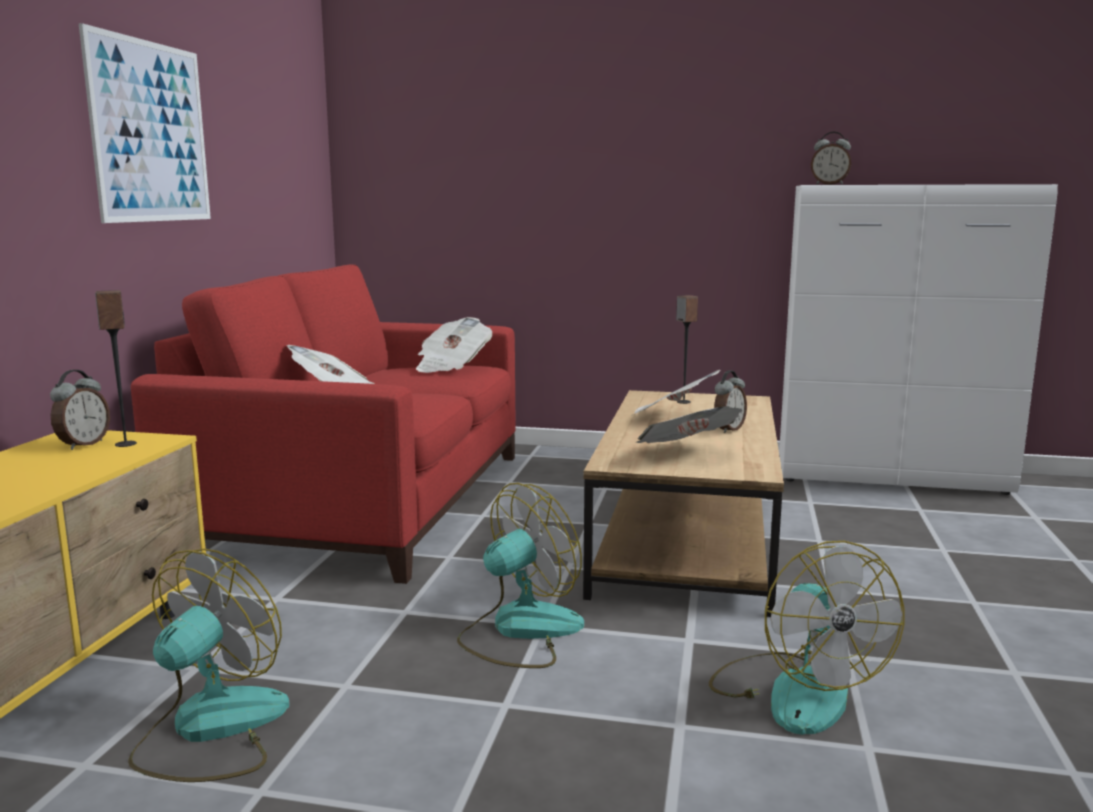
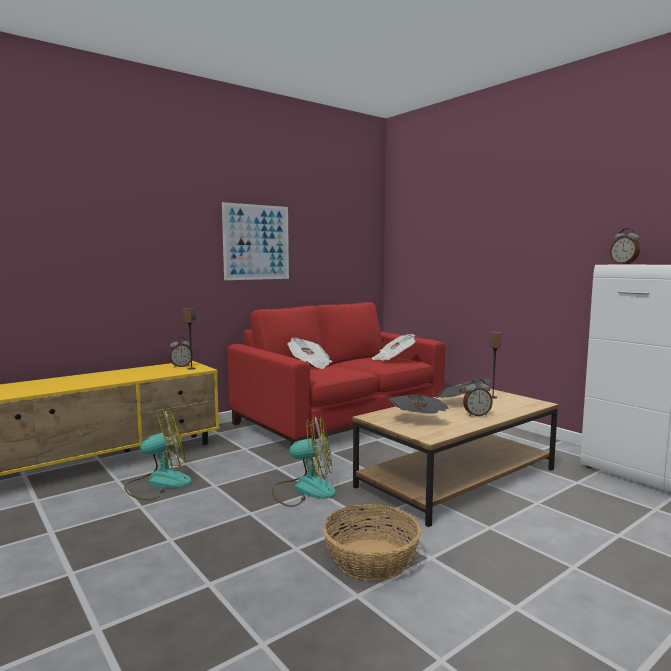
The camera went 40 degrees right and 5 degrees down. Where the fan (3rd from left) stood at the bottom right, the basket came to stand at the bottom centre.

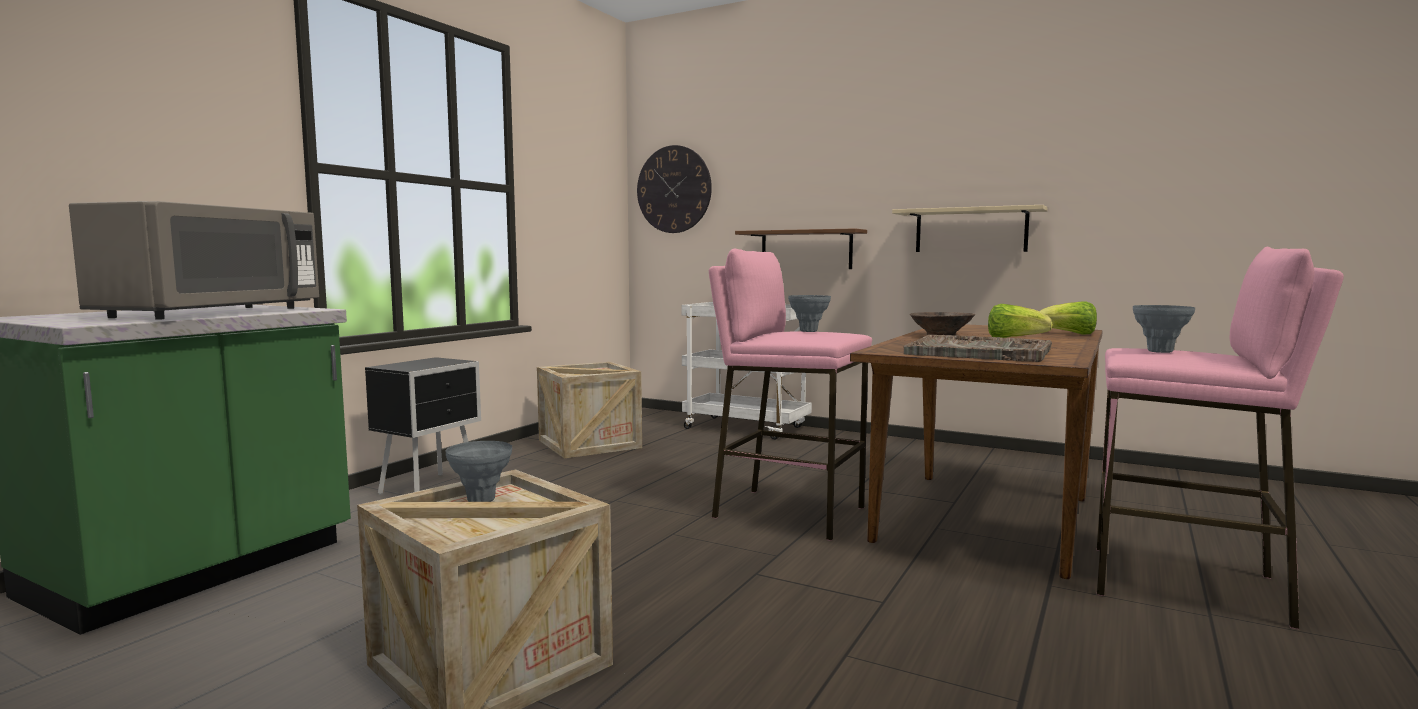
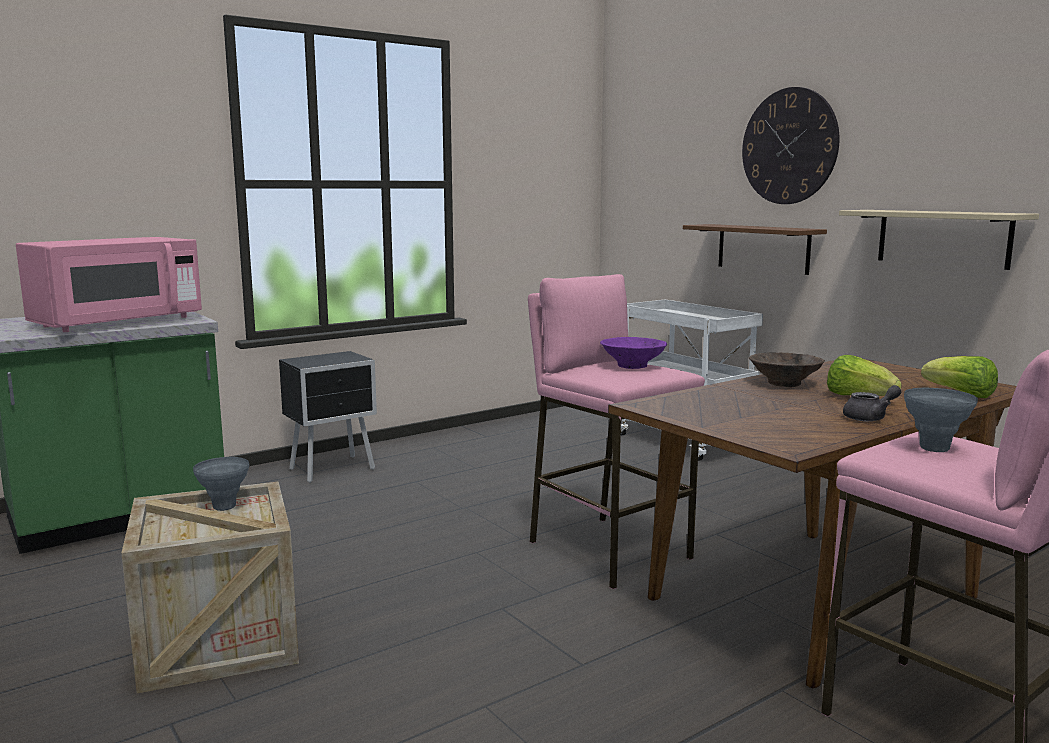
The camera went 25 degrees right and 5 degrees up. What was the microwave/grey at the middle left turned into the microwave/pink at the middle left. Where the vase/grey (2nd from left) stood at the centre, the bowl/purple came to stand at the centre. The wall clock ended up elsewhere, having gone from the top centre to the top right. The second view gained the teapot/grey at the middle right. The second view lost the crate (2nd from left) at the centre. The second view lost the tray/grey at the middle right.

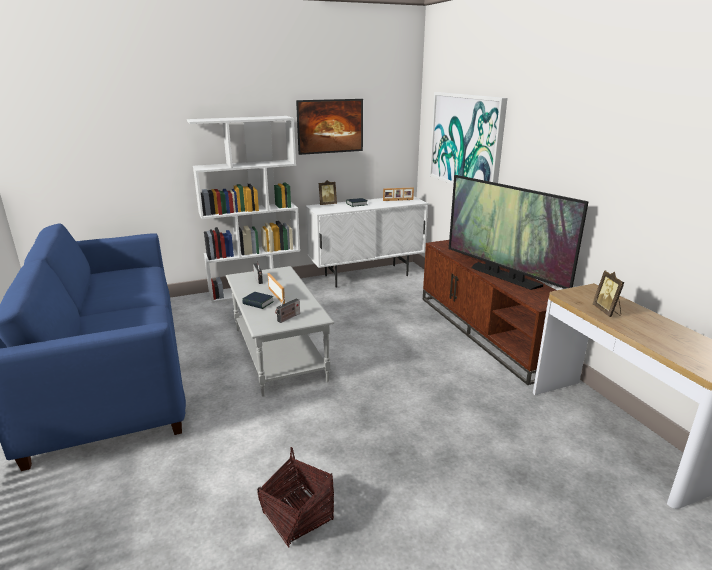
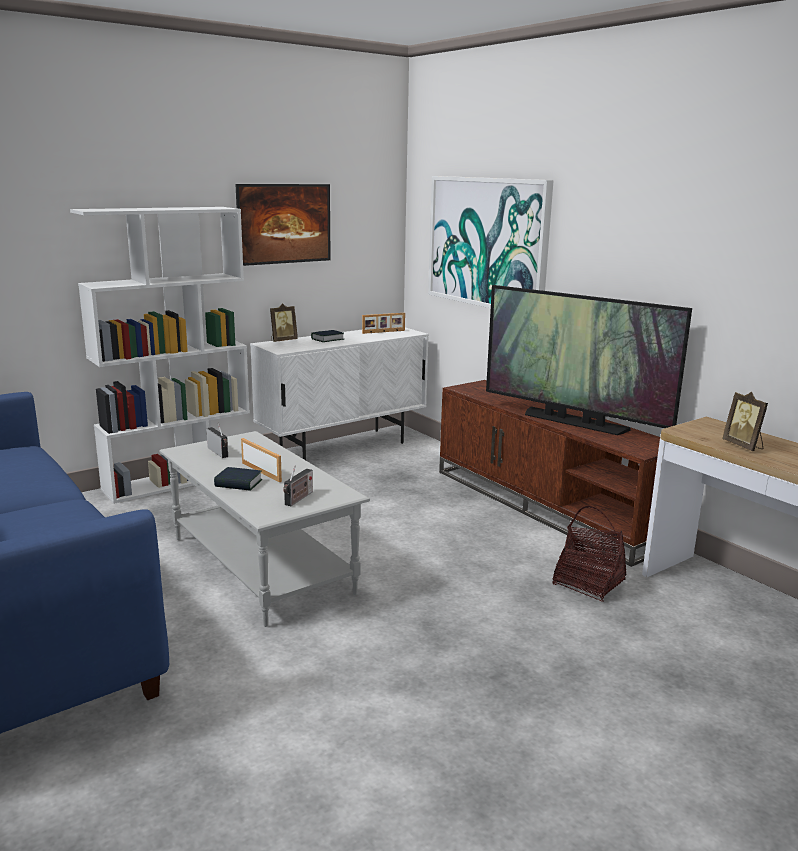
The camera went 15 degrees left and 5 degrees down. The basket ended up elsewhere, having gone from the bottom centre to the middle right.

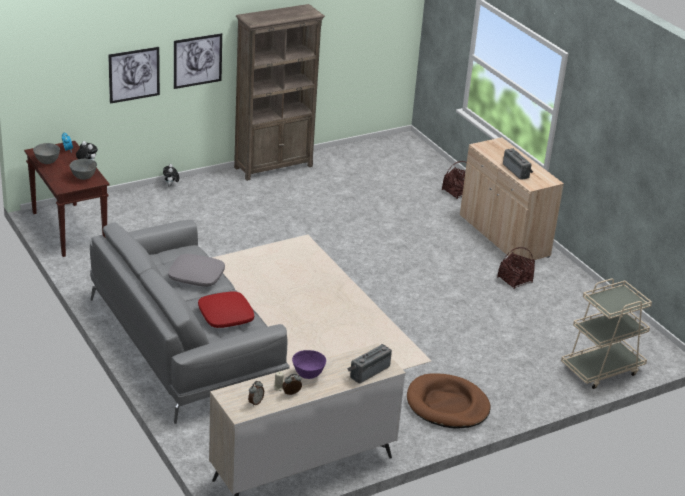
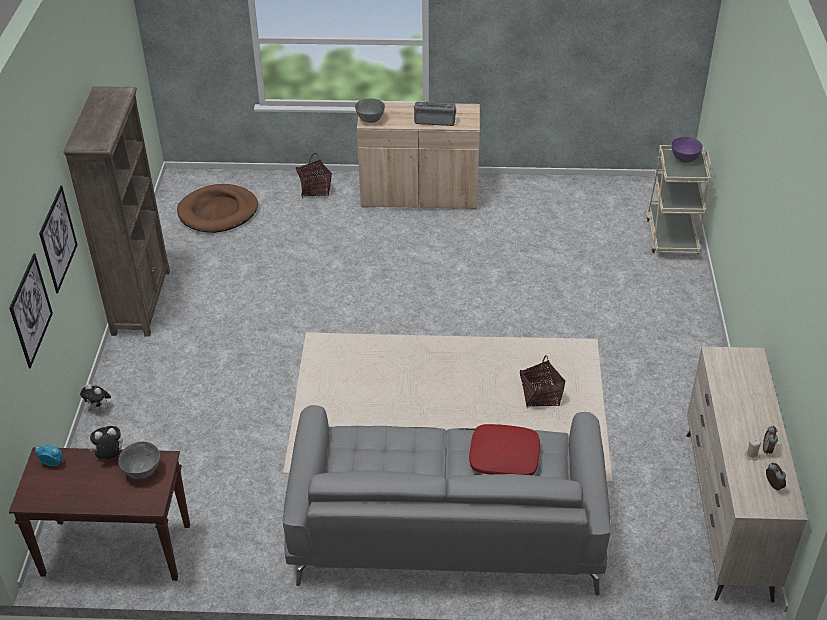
The camera went 55 degrees left and 10 degrees up. The dog bed/brown ended up elsewhere, having gone from the bottom centre to the middle left. The bowl/grey (1st from left in the first image) ended up elsewhere, having gone from the top left to the top centre. The basket (2nd from left) ended up elsewhere, having gone from the middle right to the centre. The bowl/purple ended up elsewhere, having gone from the bottom centre to the top right. The second view lost the pillow/grey at the middle left. The second view lost the radio (1st from left) at the bottom centre.

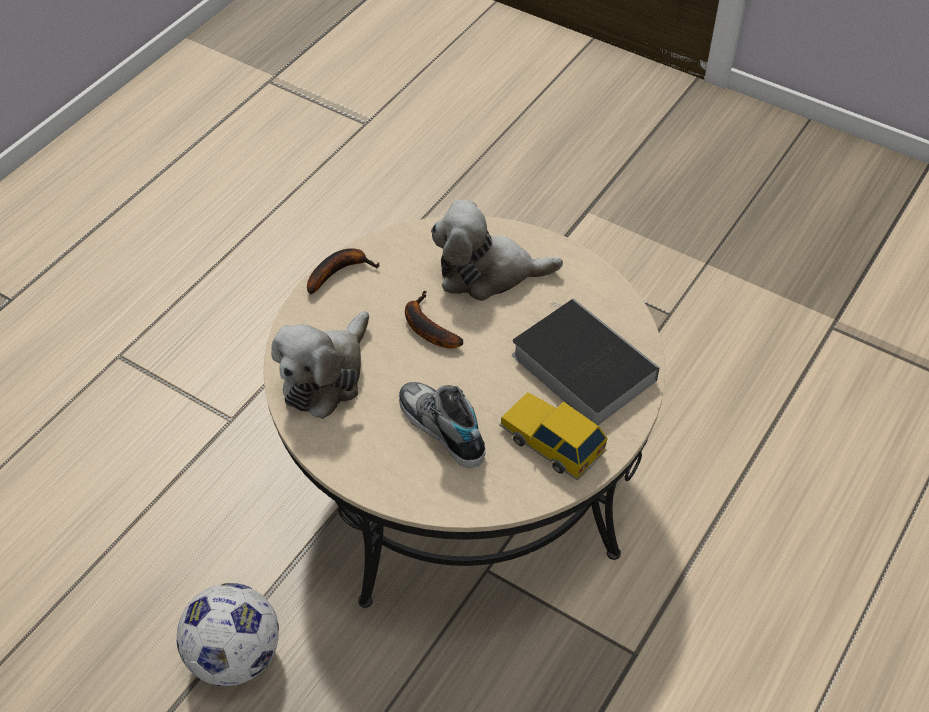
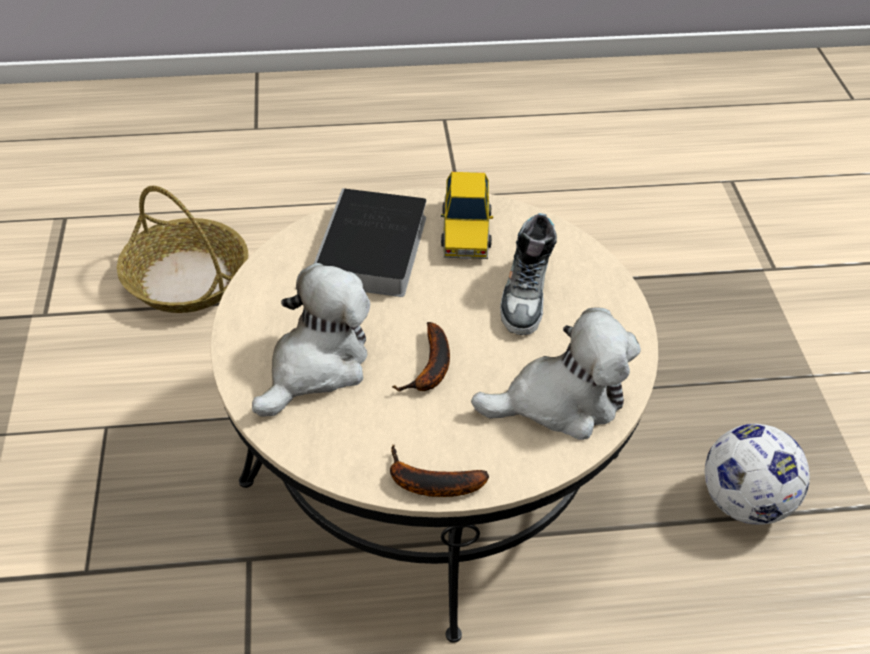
The camera went 130 degrees left and 5 degrees down. The second view gained the basket at the middle left. The plush toy (2nd from left in the first image) at the centre ended up facing another way, 105 degrees counterclockwise from before.

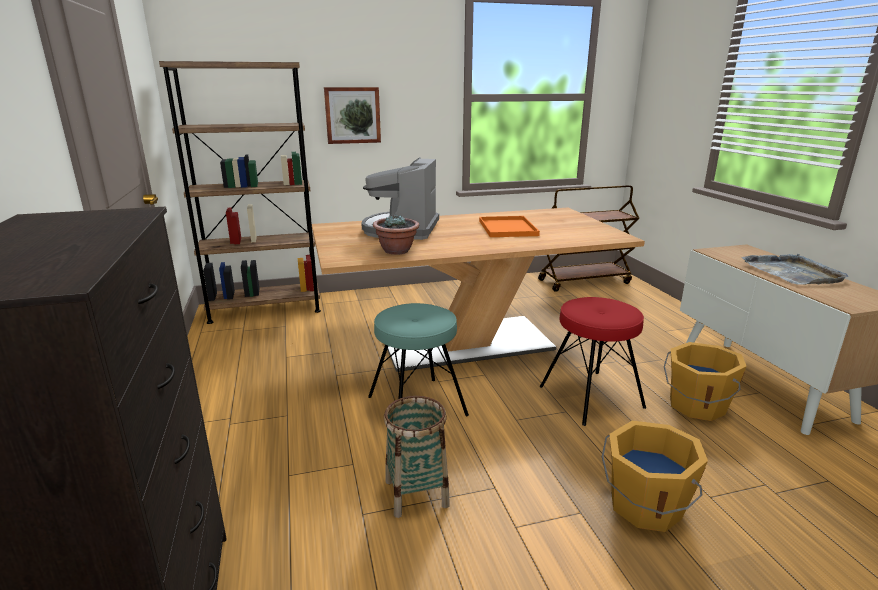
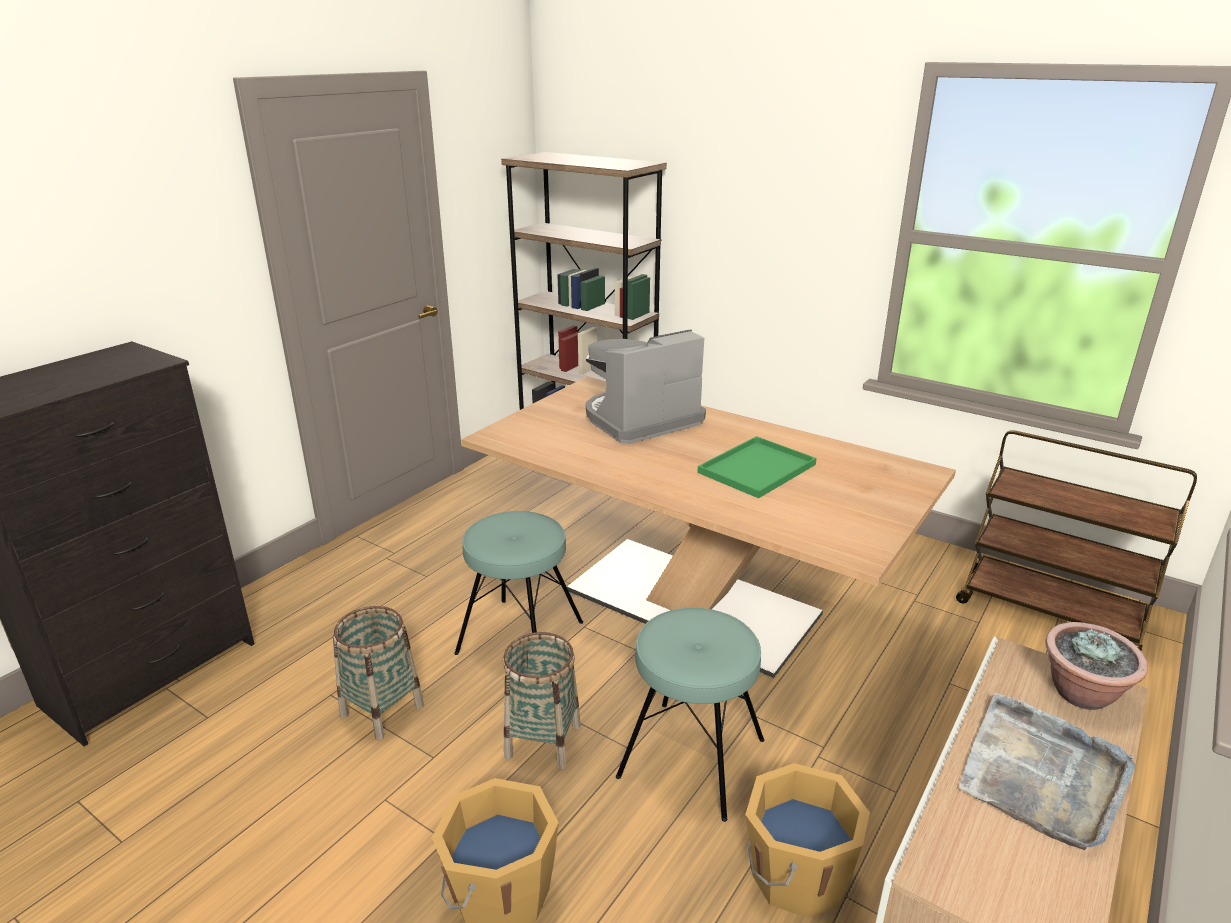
The camera went 50 degrees right and 5 degrees up. The second view gained the basket (2nd from left) at the bottom centre. What was the stool/red at the middle right turned into the stool/turquoise (2nd from left) at the bottom centre. What was the tray/orange at the centre turned into the tray/green at the centre. The potted plant ended up elsewhere, having gone from the centre to the bottom right. The second view lost the picture at the top centre.

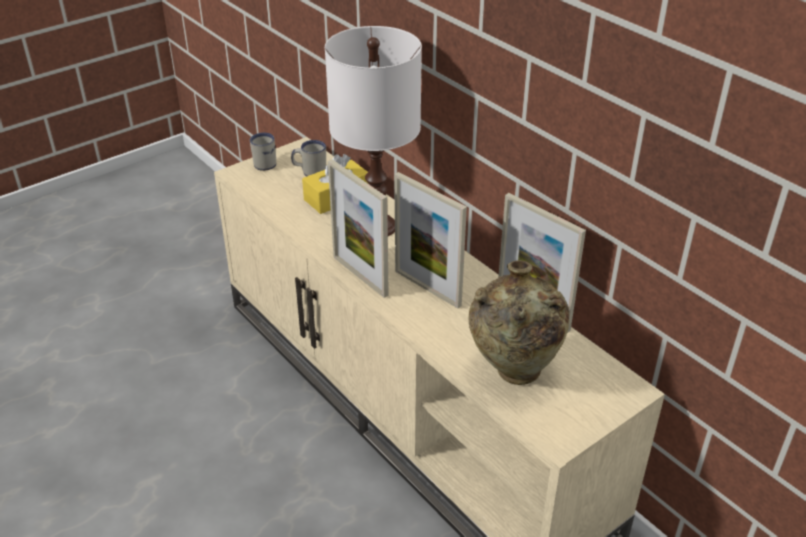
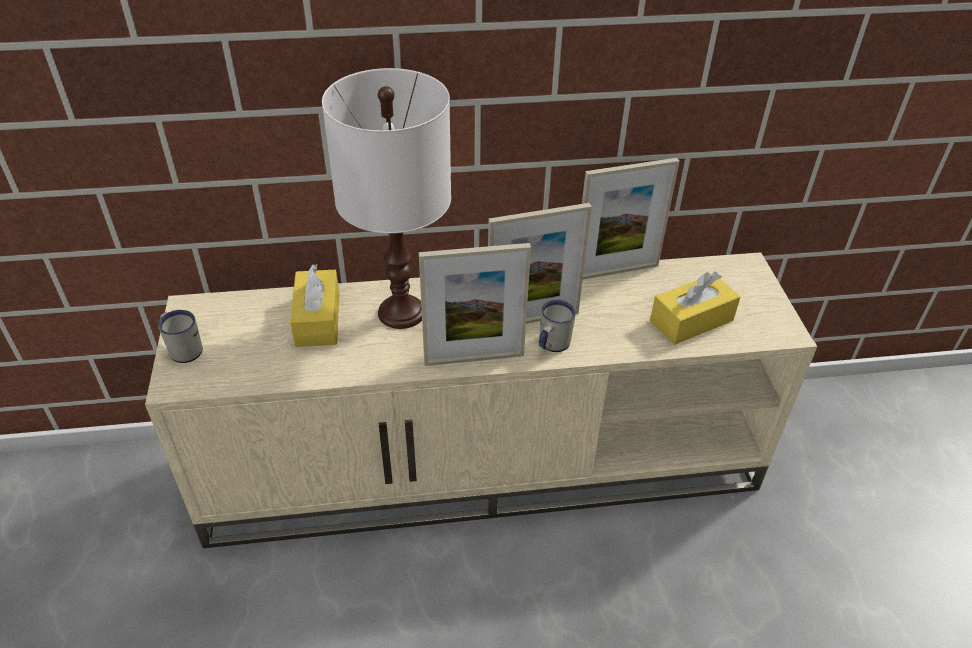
The camera went 60 degrees left and 5 degrees up. The mug/white (2nd from left) ended up elsewhere, having gone from the top centre to the centre. Where the vase/beige stood at the centre, the tissue box/yellow (2nd from left) came to stand at the middle right.

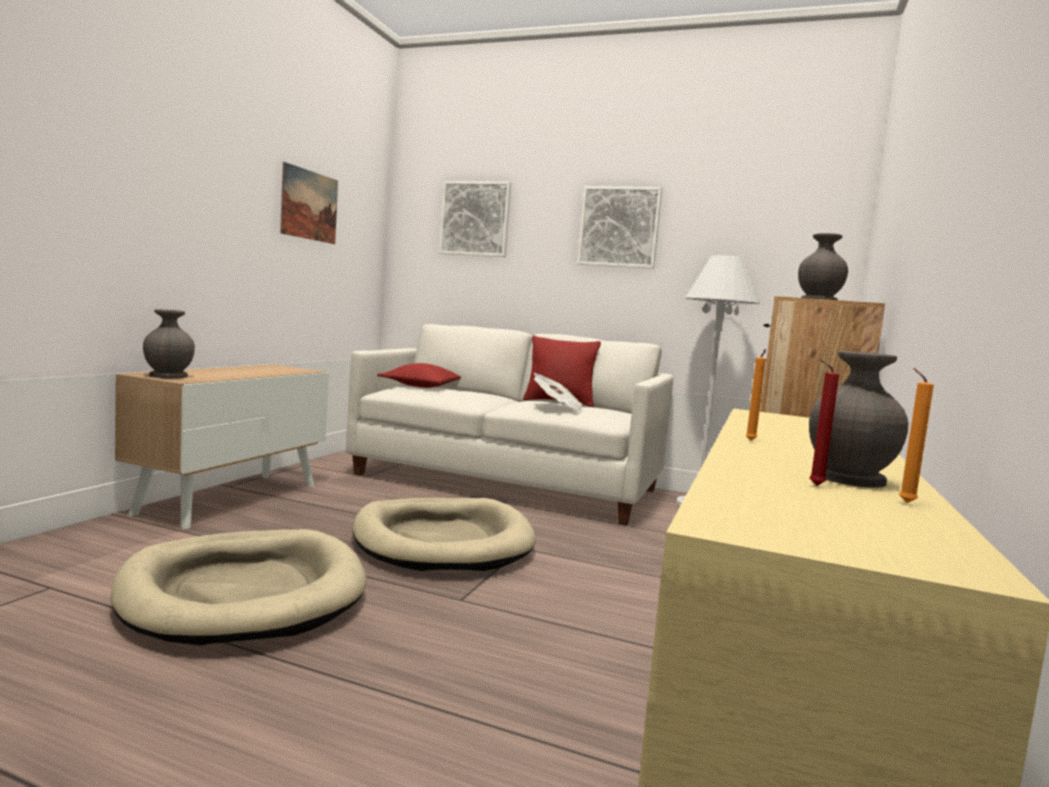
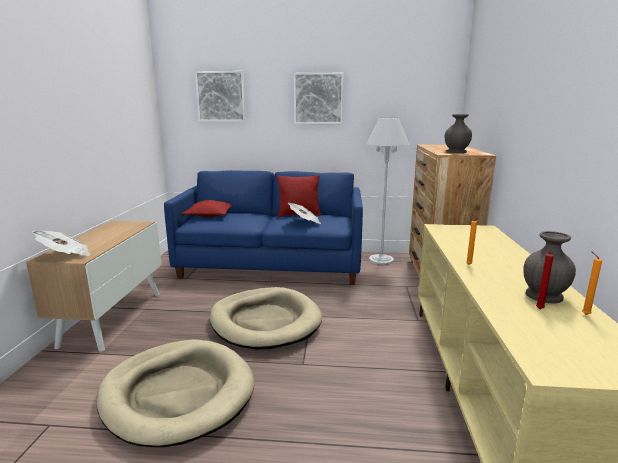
The camera went 15 degrees left and 10 degrees up. Where the vase/grey (1st from left) stood at the middle left, the newspaper (1st from left) came to stand at the middle left. What was the sofa/white at the centre turned into the sofa/blue at the centre. The second view lost the picture (1st from left) at the top left.

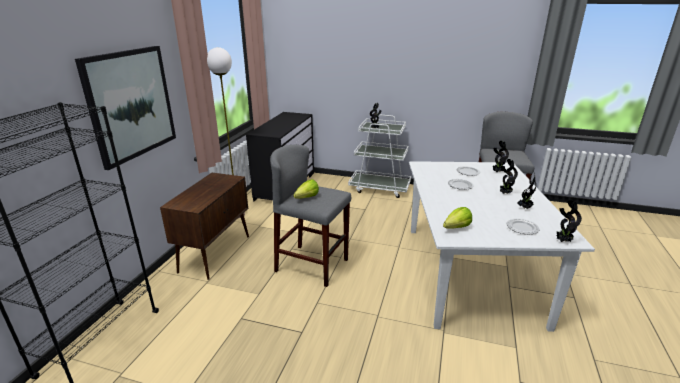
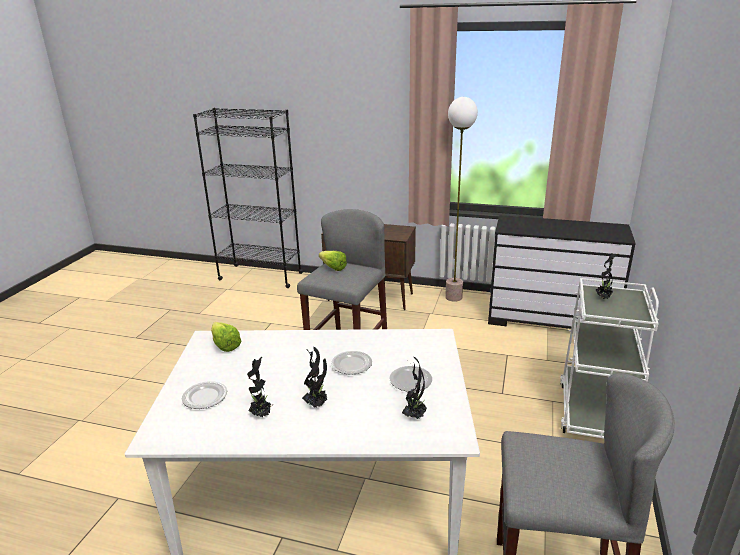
The camera went 90 degrees right and 0 degrees up. The second view lost the picture at the top left. The second view lost the potted plant (5th from left) at the middle right.

